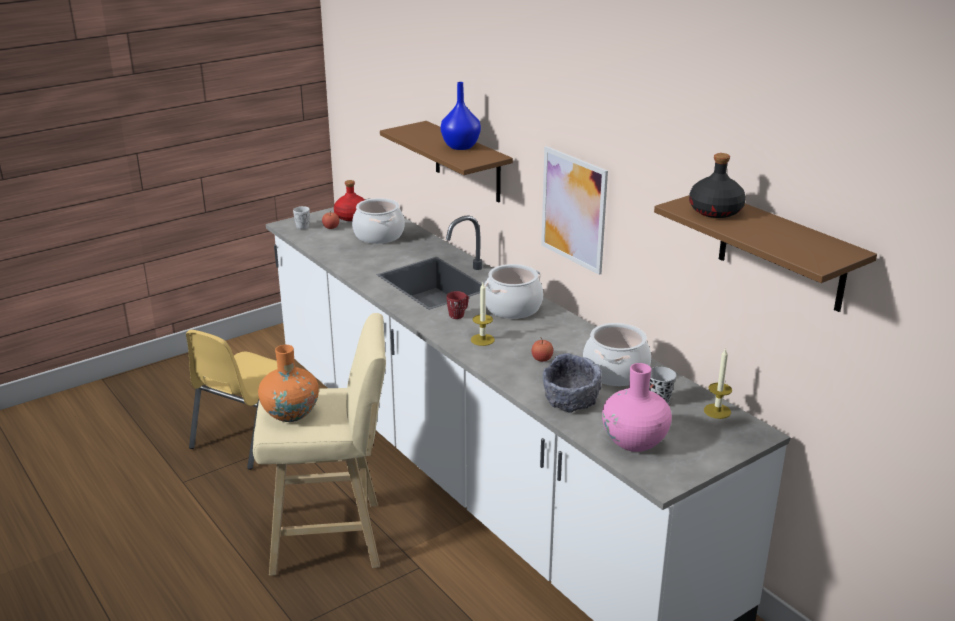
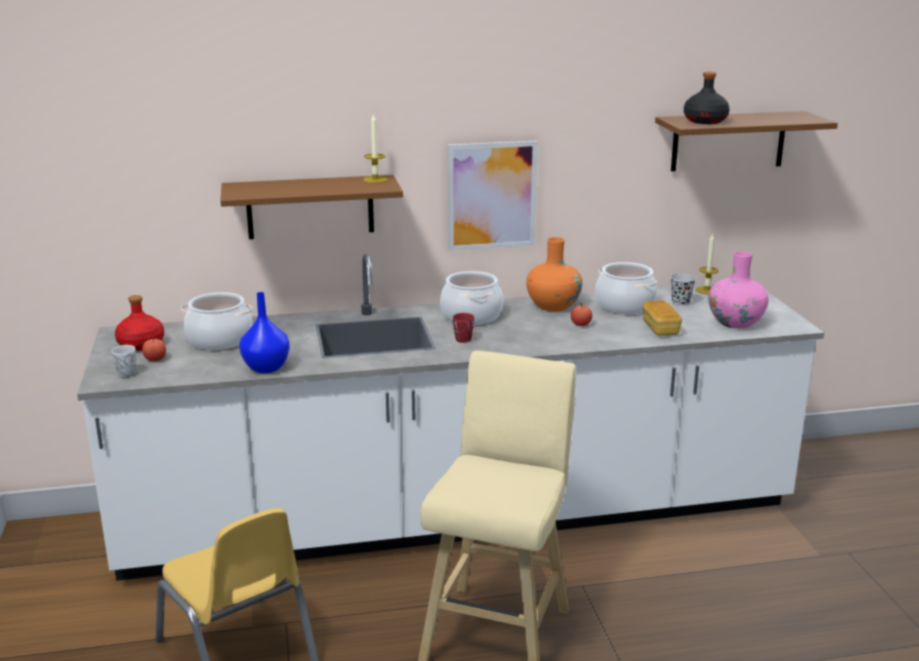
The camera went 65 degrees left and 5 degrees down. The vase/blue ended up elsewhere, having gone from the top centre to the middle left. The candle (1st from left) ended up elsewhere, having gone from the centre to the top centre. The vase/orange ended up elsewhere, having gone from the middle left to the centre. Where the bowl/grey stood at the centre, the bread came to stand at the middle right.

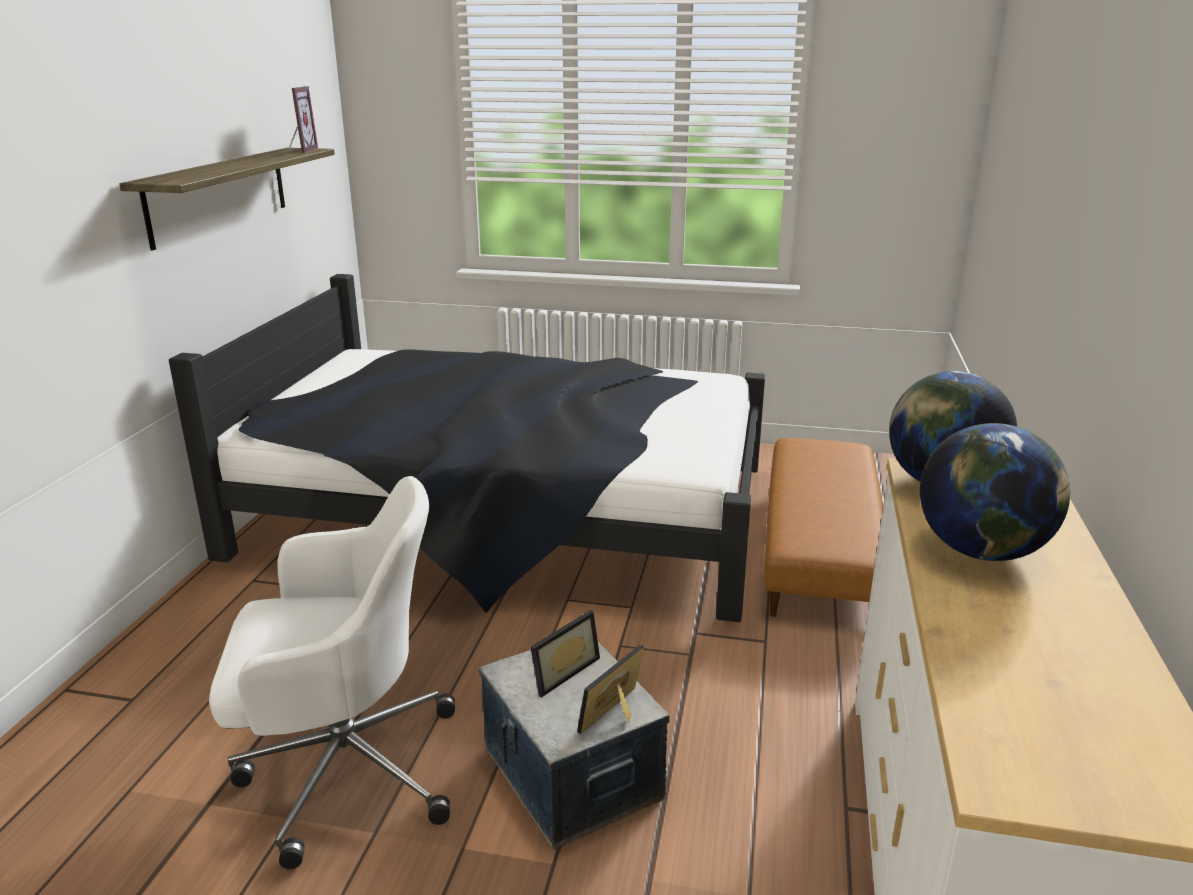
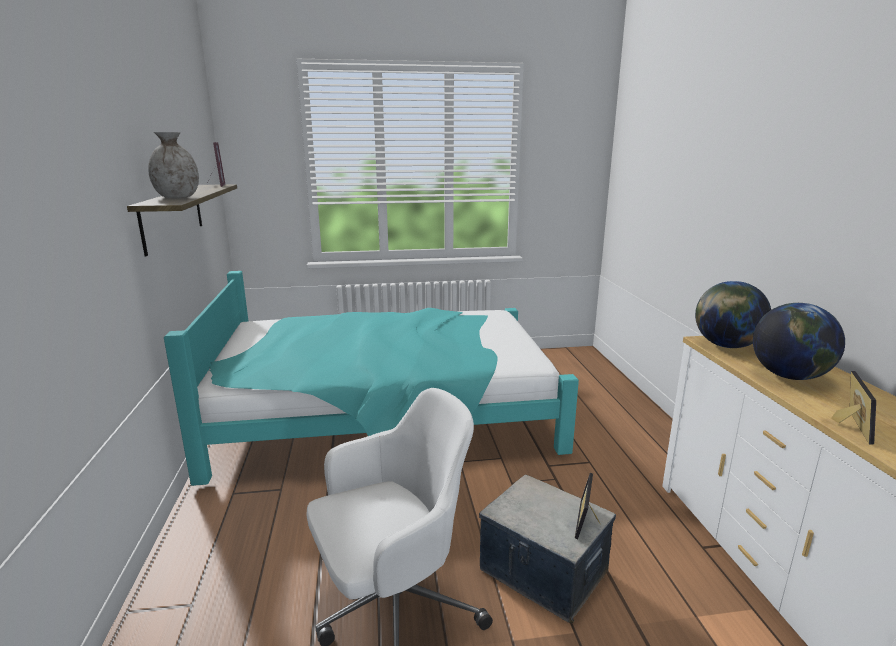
The camera went 20 degrees left and 5 degrees down. The second view gained the vase/grey at the top left. What was the bed/black at the centre turned into the bed/turquoise at the centre. The picture frame (2nd from left in the first image) ended up elsewhere, having gone from the bottom centre to the middle right. The second view lost the ottoman/brown at the middle right.

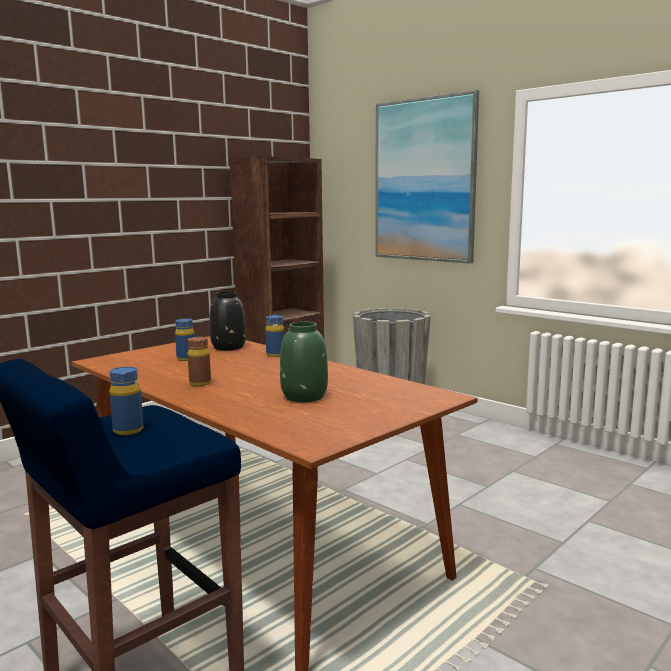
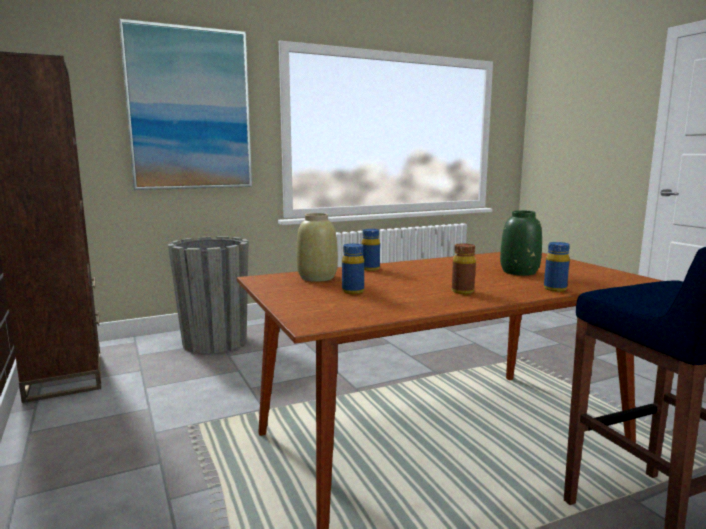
The camera went 70 degrees left and 0 degrees up. What was the vase/black at the centre turned into the vase/beige at the centre. The bottle/blue (1st from left in the first image) ended up elsewhere, having gone from the middle left to the middle right.

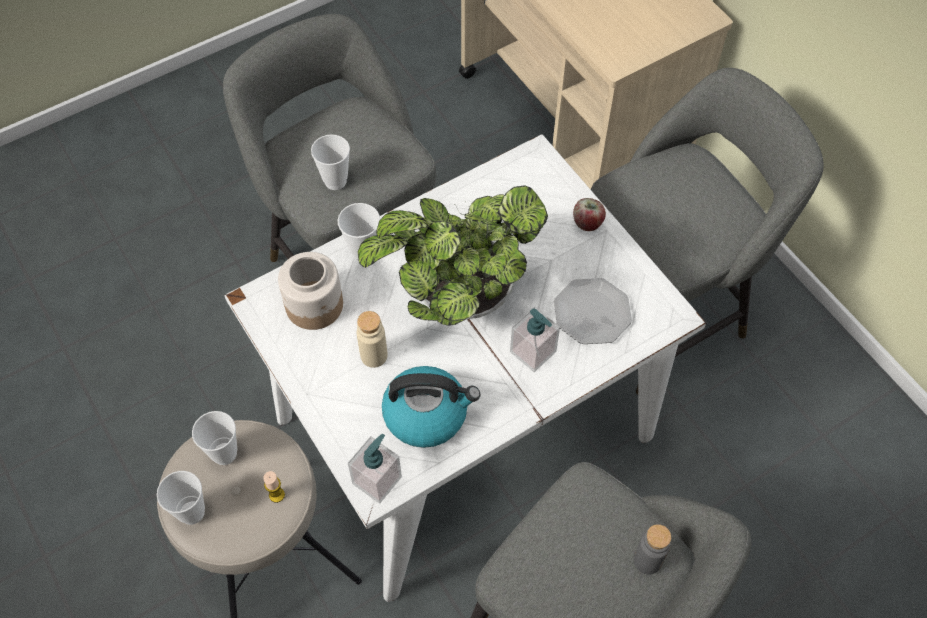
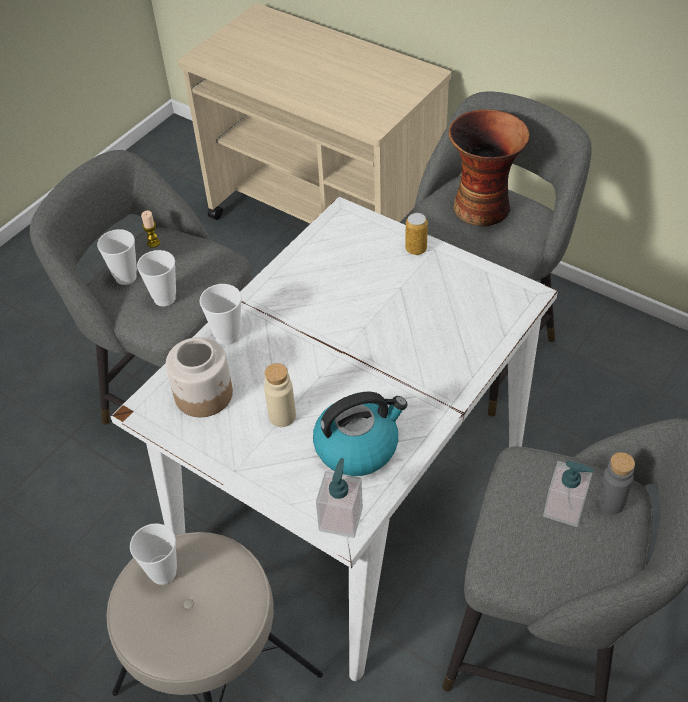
The camera went 20 degrees left and 10 degrees down. The cup (1st from left) ended up elsewhere, having gone from the bottom left to the middle left. The candle ended up elsewhere, having gone from the bottom left to the top left. Where the apple stood at the centre, the can came to stand at the centre. The second view gained the vase at the top right. The soap dispenser (2nd from left) ended up elsewhere, having gone from the centre to the bottom right. The second view lost the potted plant at the centre. The second view lost the plate at the centre.

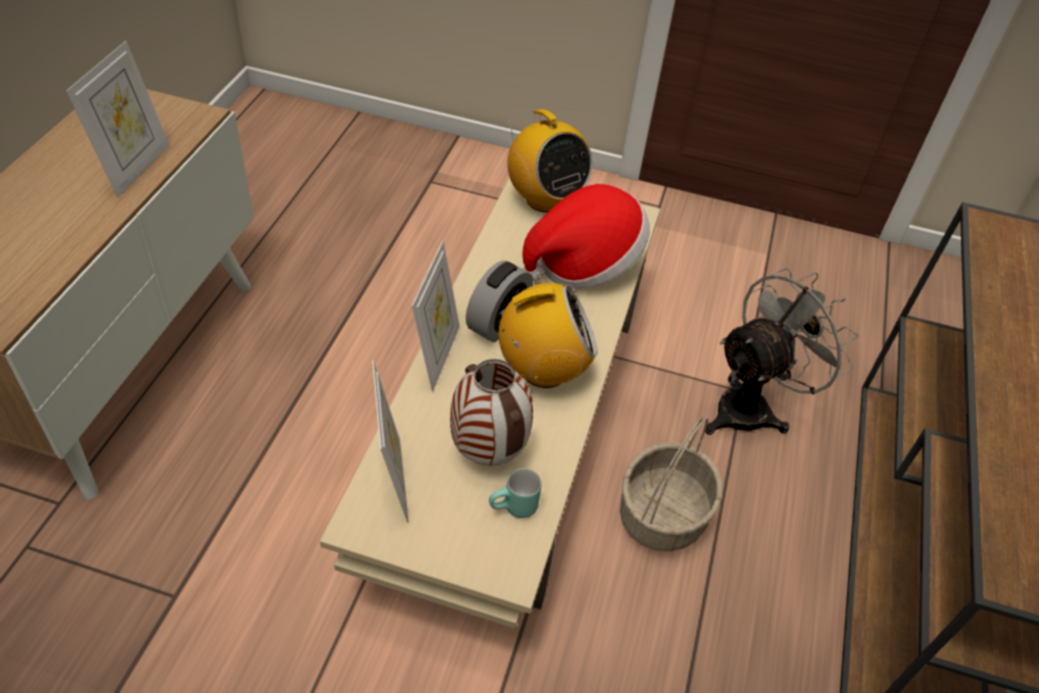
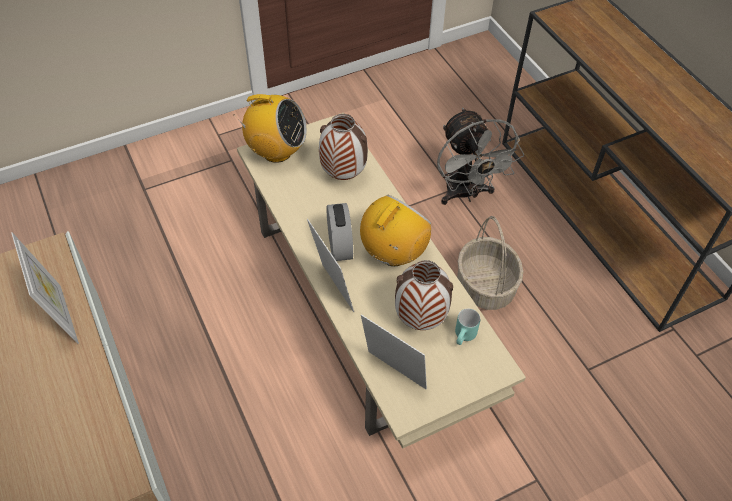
The camera went 40 degrees left and 5 degrees up. Where the hat stood at the centre, the vase (1st from left) came to stand at the top centre. The fan/grey at the middle right ended up facing another way, 150 degrees clockwise from before.

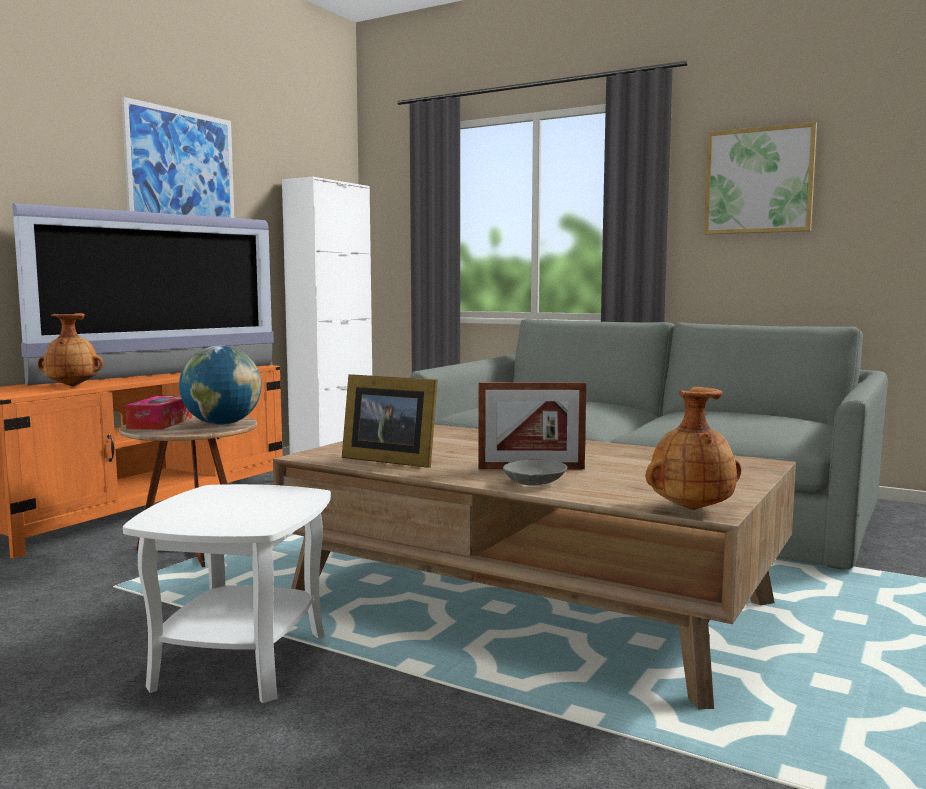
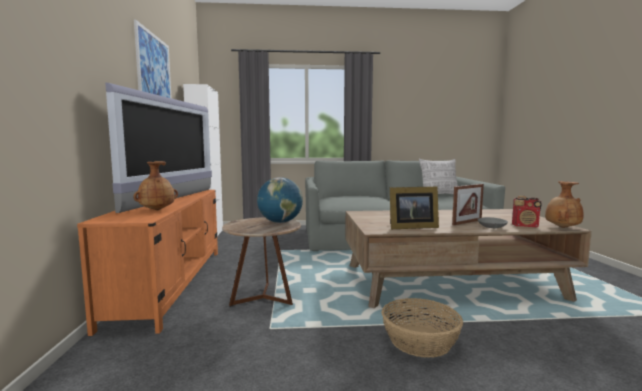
The camera went 35 degrees left and 0 degrees up. Where the side table/white stood at the bottom left, the basket came to stand at the bottom centre. The second view gained the pillow at the middle right. The second view gained the radio at the middle right. The second view lost the tissue box at the middle left. The second view lost the picture (2nd from left) at the top right.

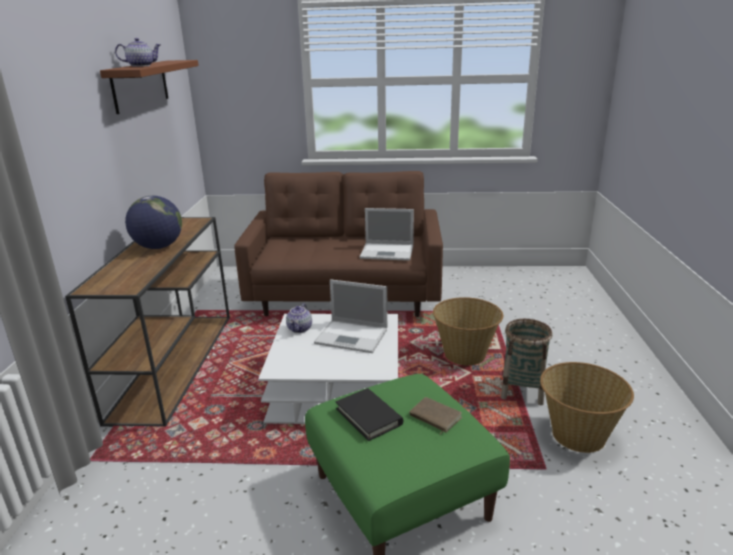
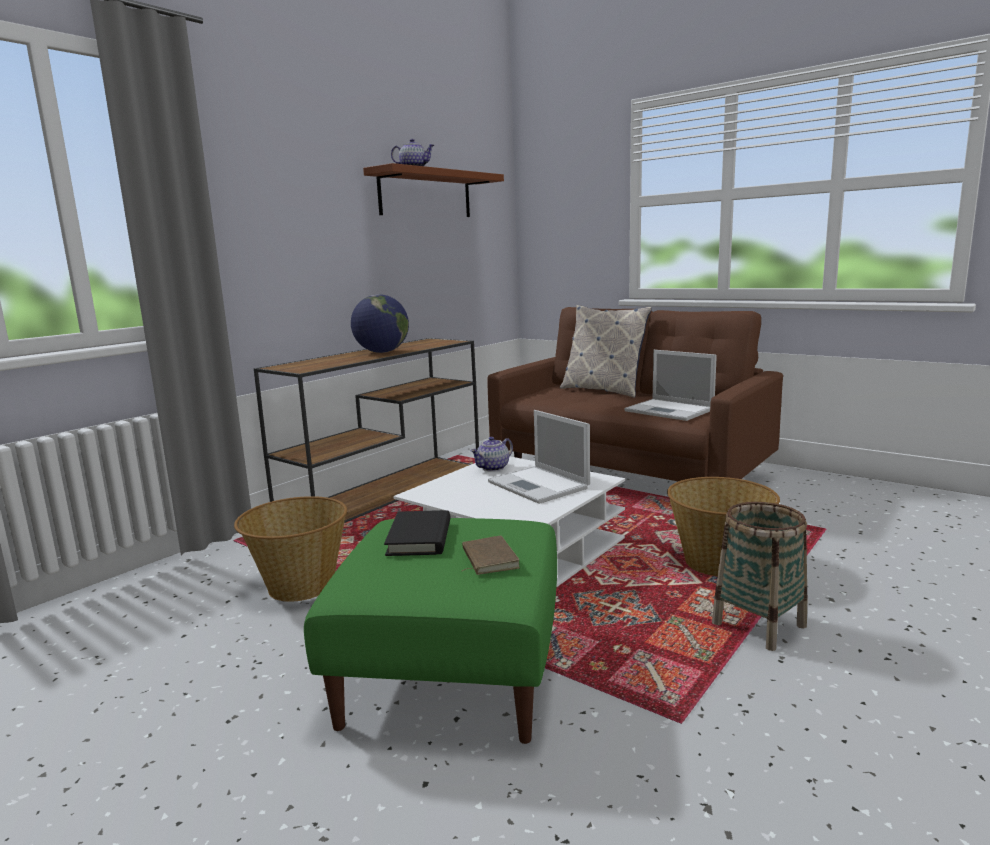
The camera went 35 degrees right and 10 degrees down. The basket (3rd from left in the first image) ended up elsewhere, having gone from the bottom right to the middle left. The second view gained the pillow at the centre.

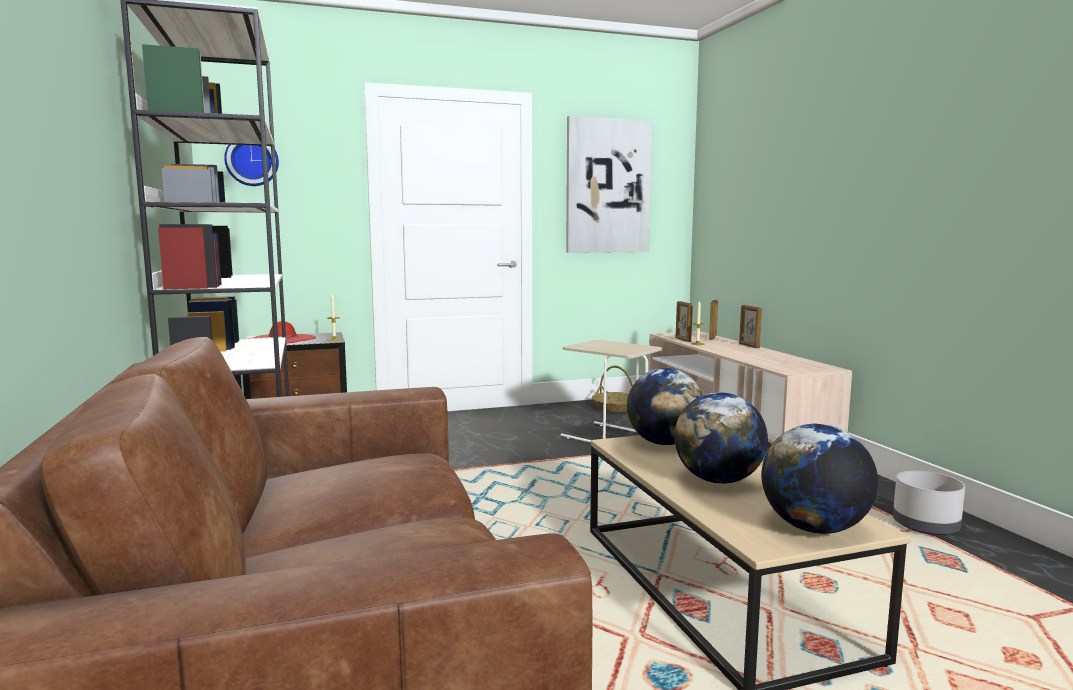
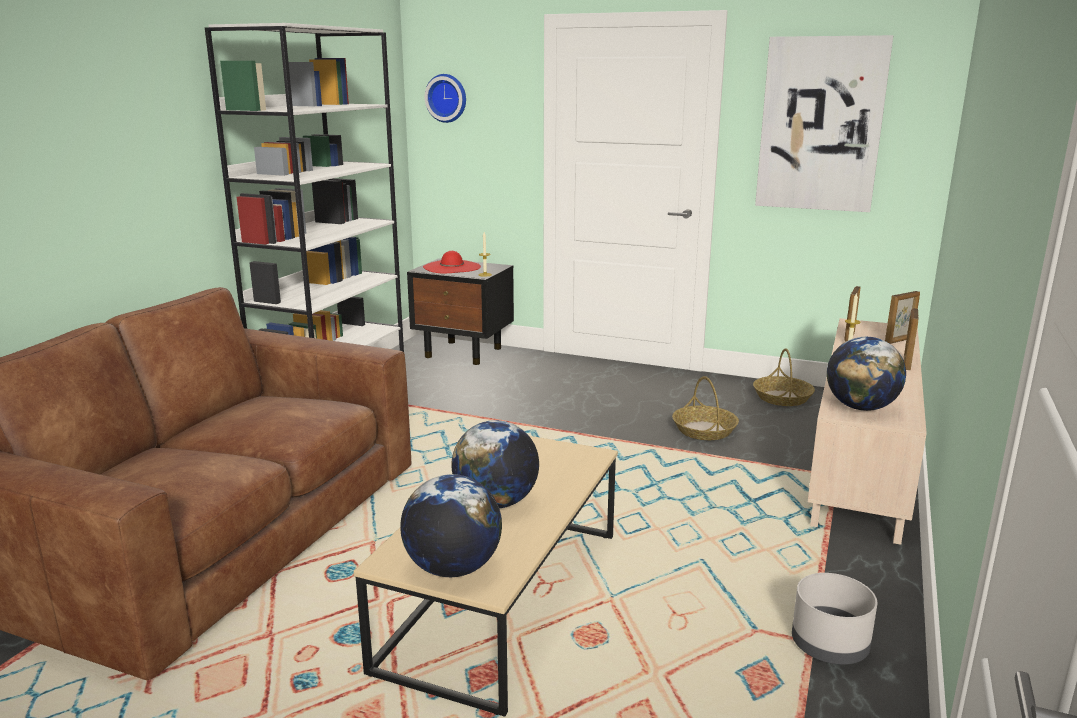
The camera went 40 degrees right and 10 degrees up. Where the side table/beige stood at the centre, the basket (1st from left) came to stand at the centre. The globe (1st from left in the first image) ended up elsewhere, having gone from the centre to the middle right.

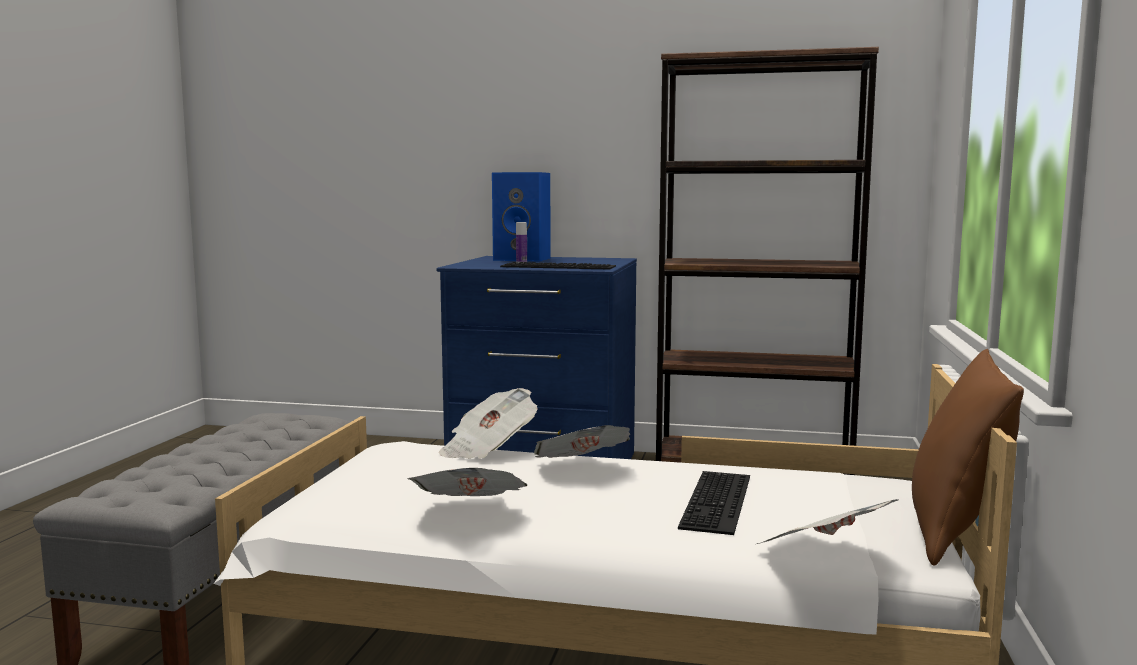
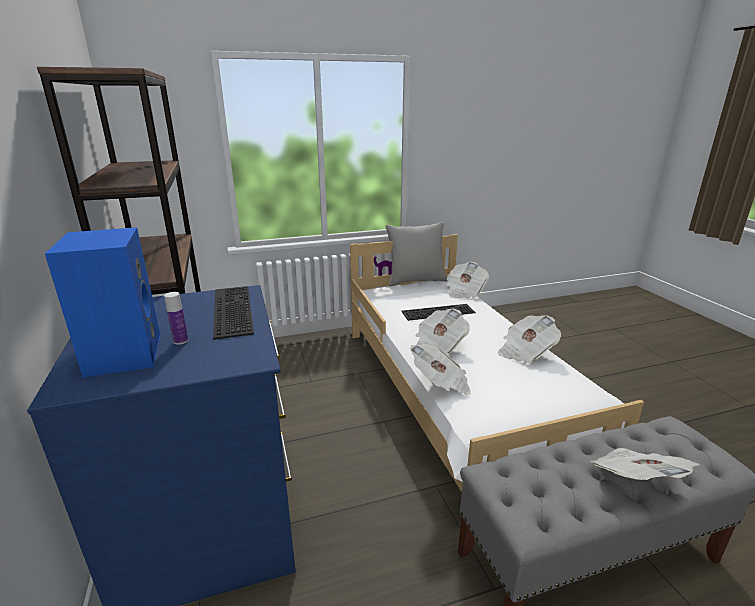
The camera went 120 degrees left and 15 degrees up. What was the pillow/brown at the bottom right turned into the pillow/grey at the centre. The second view gained the newspaper (5th from left) at the bottom right.

